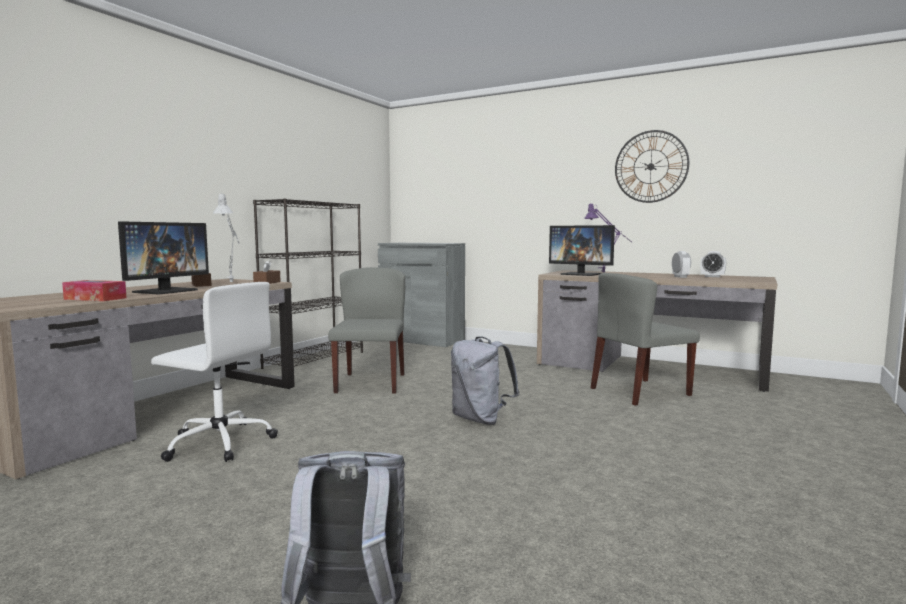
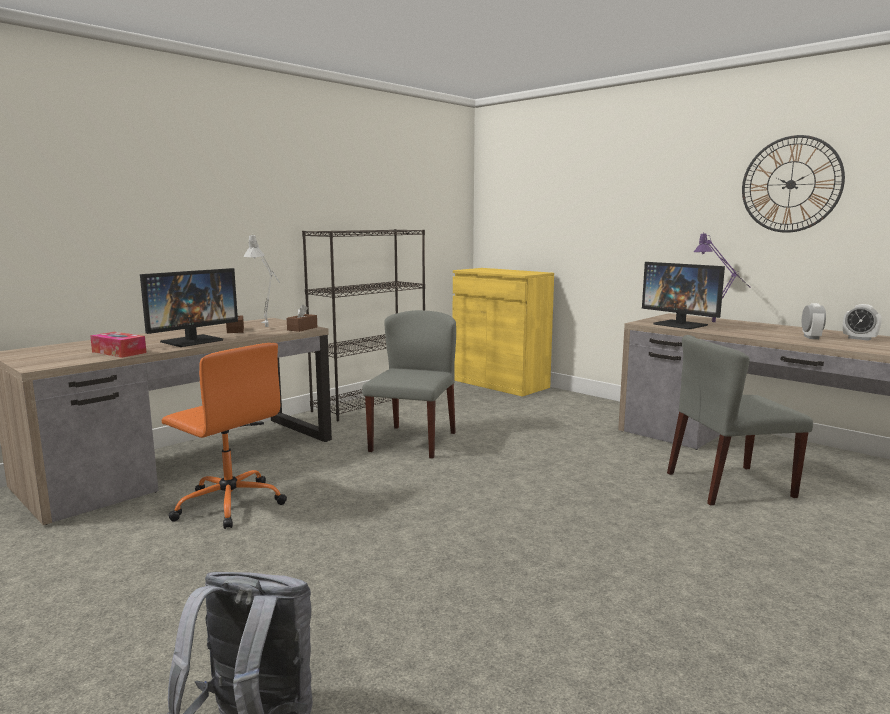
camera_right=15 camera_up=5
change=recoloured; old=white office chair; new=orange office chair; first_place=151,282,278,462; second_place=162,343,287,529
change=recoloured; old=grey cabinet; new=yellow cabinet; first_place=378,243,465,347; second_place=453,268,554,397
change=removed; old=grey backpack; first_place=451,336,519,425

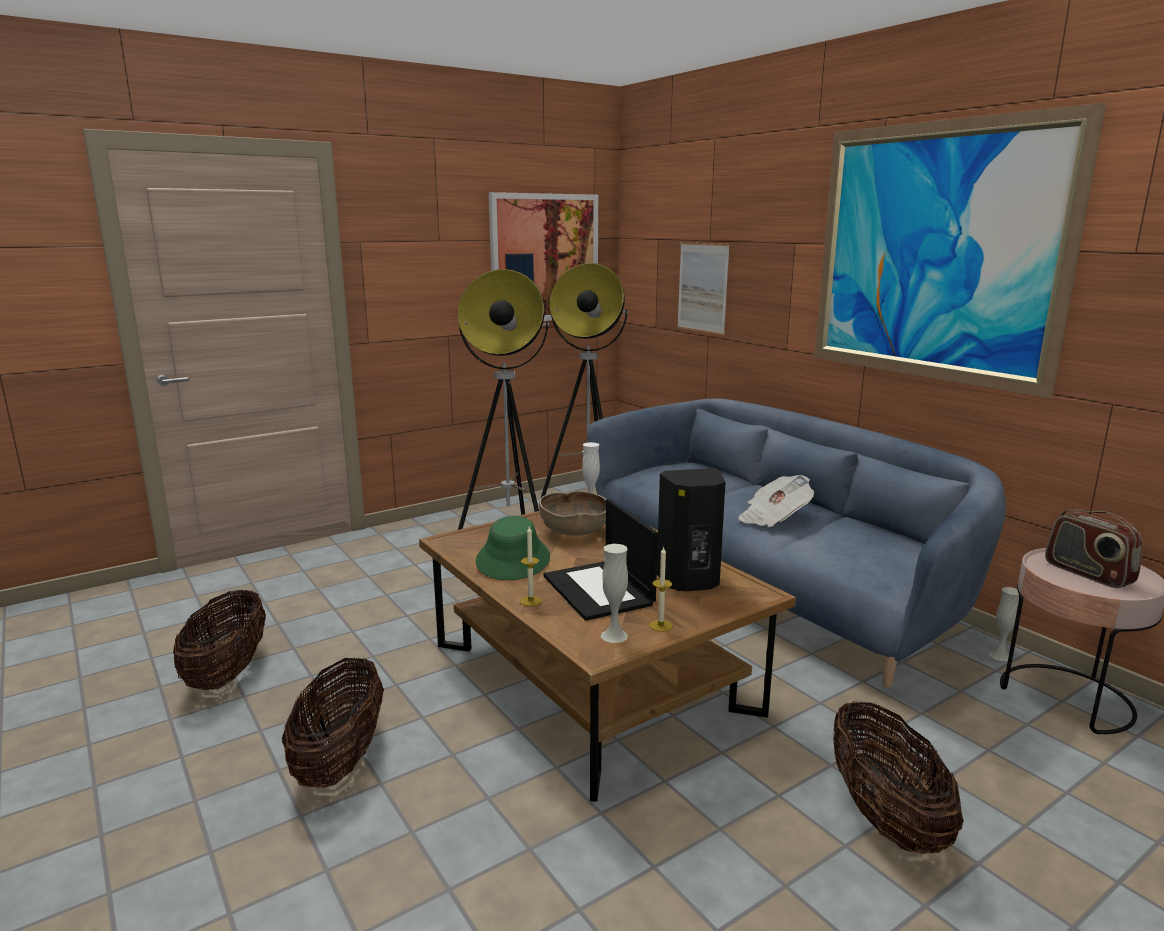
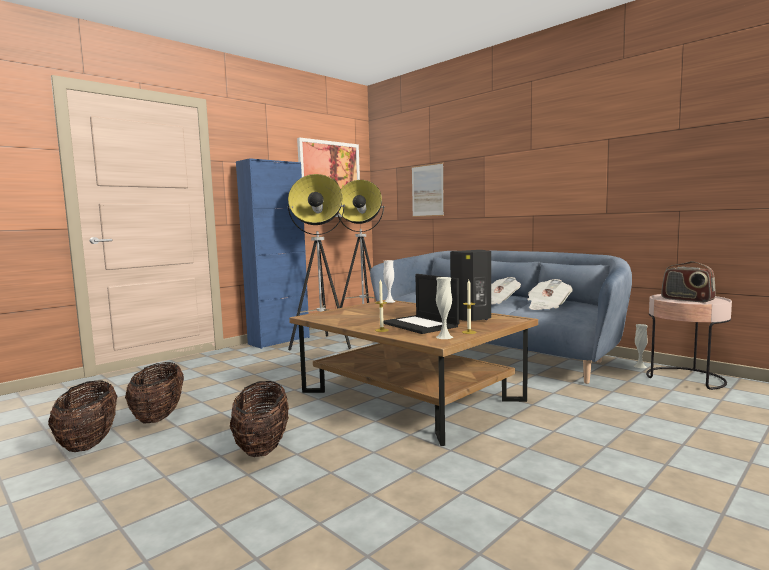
camera_right=-10 camera_up=-10
change=removed; old=green hat; first_place=476,516,550,580
change=removed; old=brown bowl; first_place=539,491,606,535
change=removed; old=picture; first_place=814,102,1106,399
change=moved; old=basket; first_place=833,701,964,854; second_place=48,380,117,452
change=added; new=blue cabinet; second_place=236,158,310,349
change=added; new=newspaper; second_place=527,279,573,310

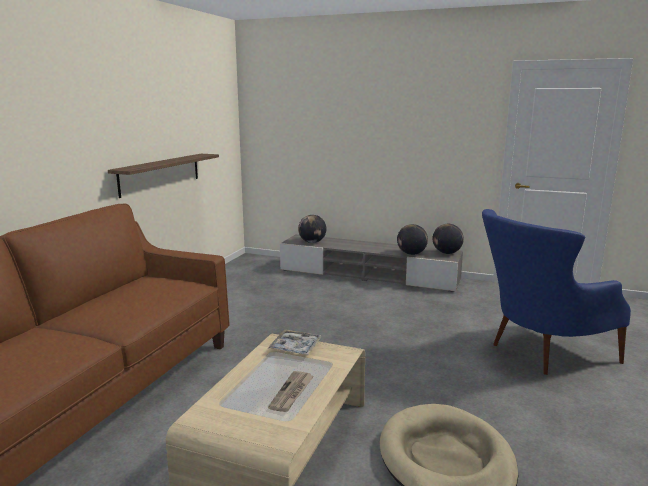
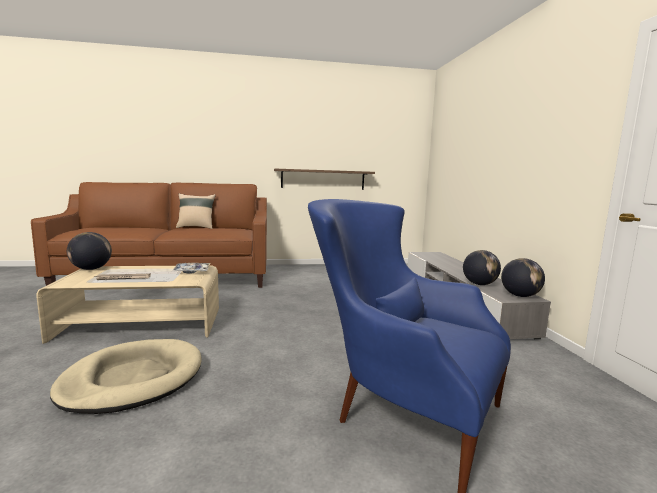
camera_right=60 camera_up=-5
change=moved; old=globe; first_place=298,215,326,243; second_place=67,232,112,270
change=added; new=beige pillow; second_place=176,193,216,229

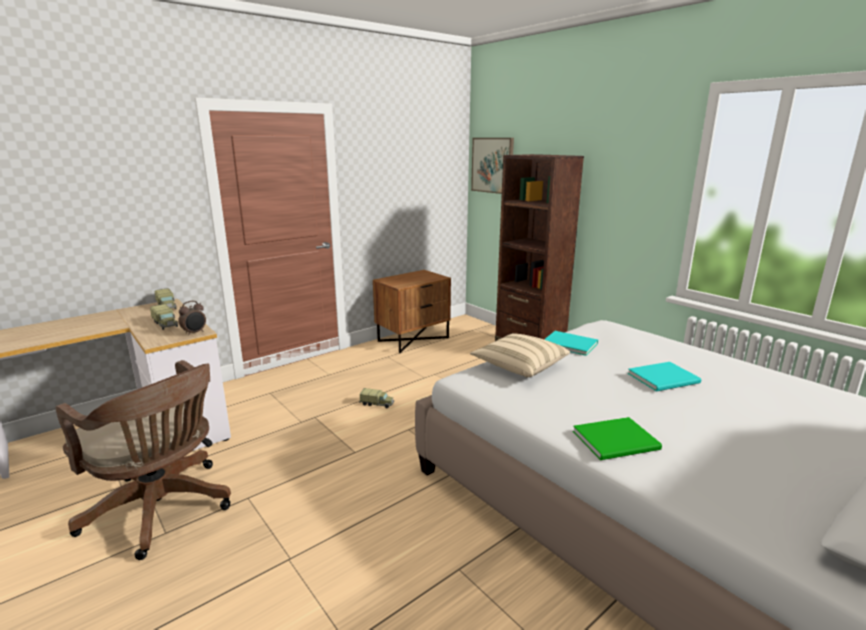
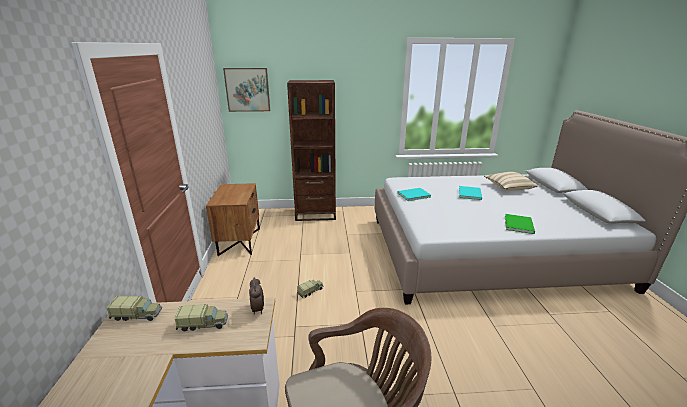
camera_right=-55 camera_up=5
change=moved; old=beige pillow; first_place=470,333,570,377; second_place=484,172,538,190

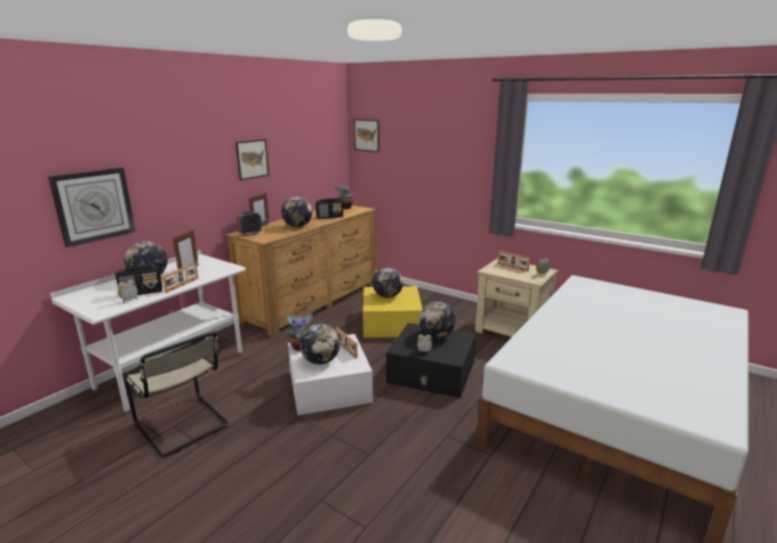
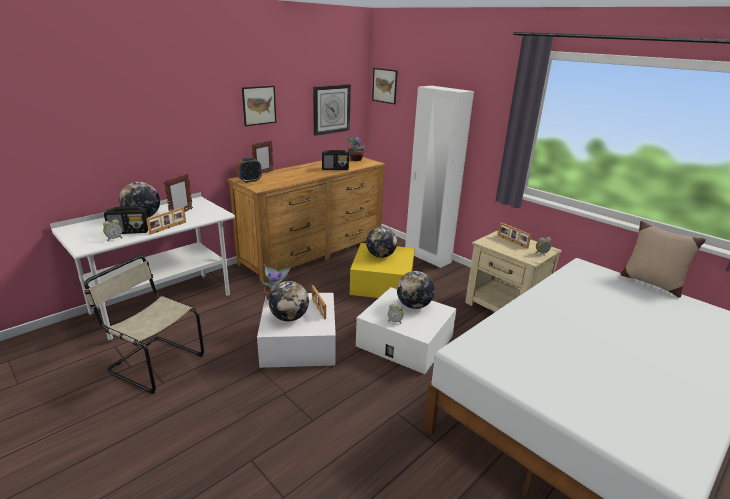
camera_right=10 camera_up=5
change=moved; old=wall clock; first_place=48,167,136,248; second_place=313,84,351,136
change=turned; old=beige chair; first_place=124,331,228,457; second_place=84,256,204,394; degrees=150
change=removed; old=globe; first_place=281,196,312,227
change=recoloured; old=black storage box; new=white storage box; first_place=386,323,476,398; second_place=356,288,456,374
change=added; new=white wardrobe; second_place=405,86,474,268
change=added; new=beige pillow; second_place=621,221,706,298

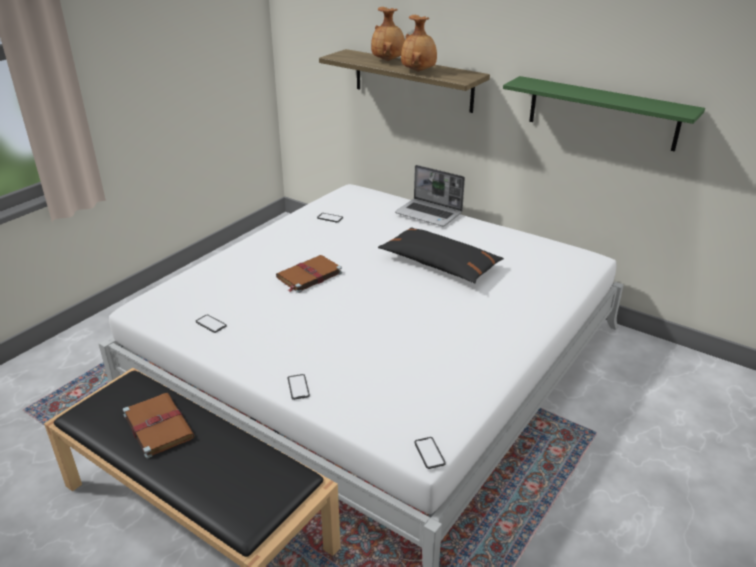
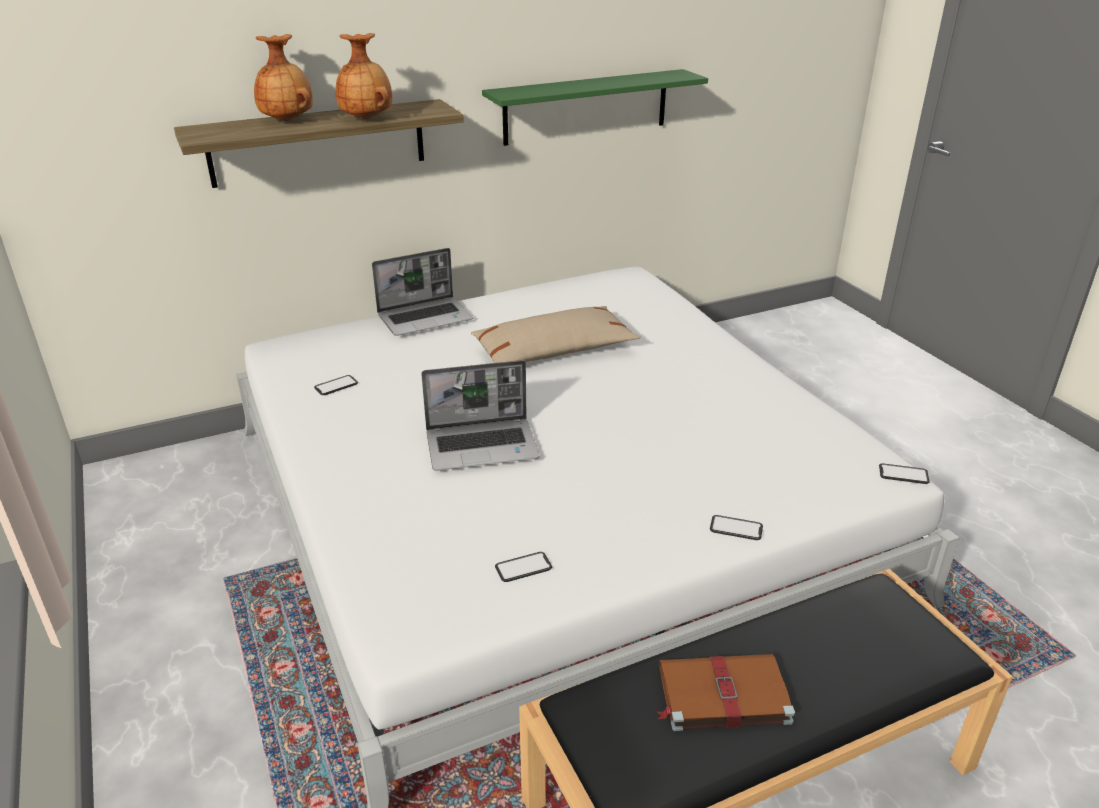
camera_right=-60 camera_up=0
change=replaced; old=brown book; new=laptop; first_place=276,255,342,293; second_place=421,360,540,471
change=recoloured; old=black pillow; new=beige pillow; first_place=378,227,504,283; second_place=471,306,641,363

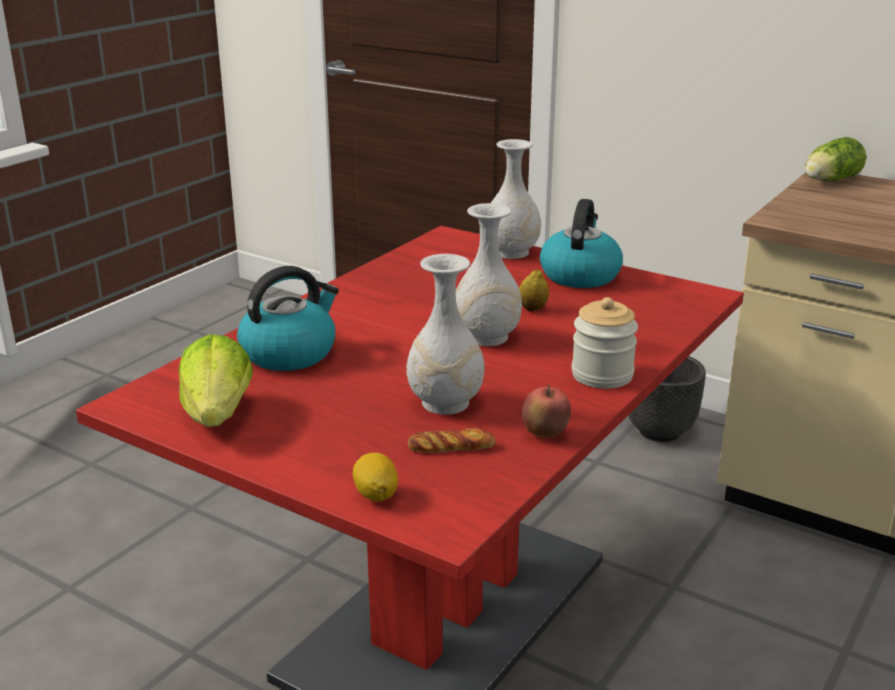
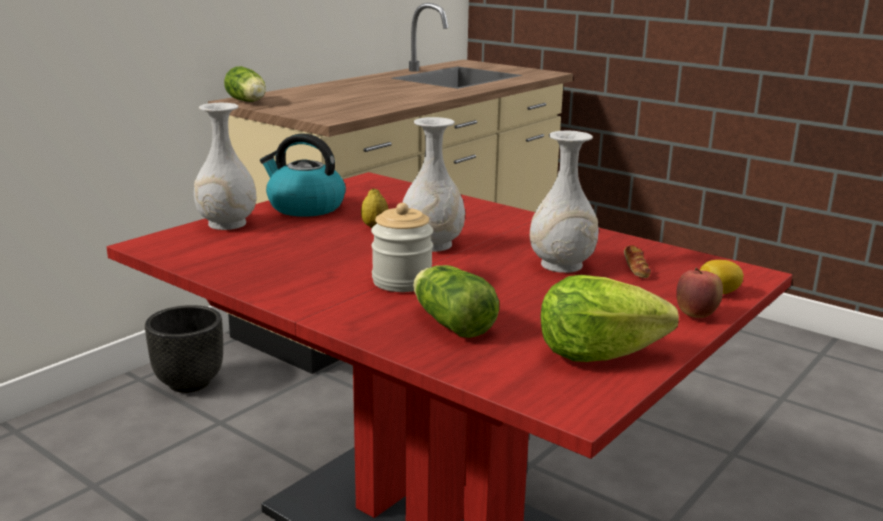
camera_right=-85 camera_up=-5
change=replaced; old=kettle; new=lettuce; first_place=237,266,339,371; second_place=413,265,499,338
change=moved; old=apple; first_place=522,385,571,437; second_place=676,268,723,318
change=moved; old=jar; first_place=572,297,638,389; second_place=371,203,433,292

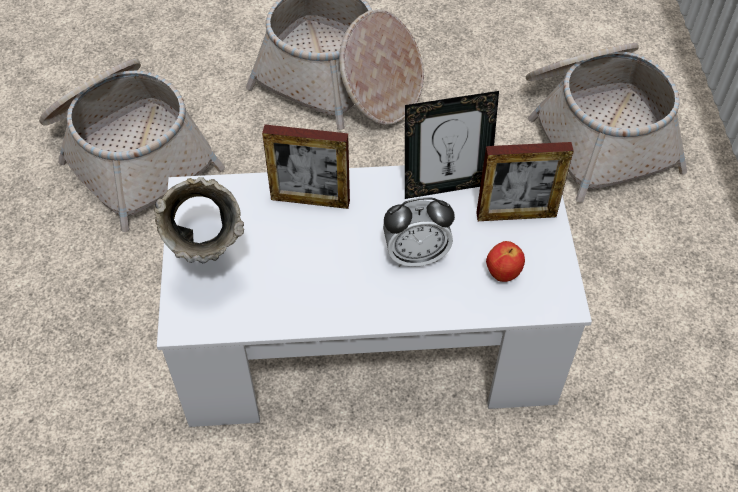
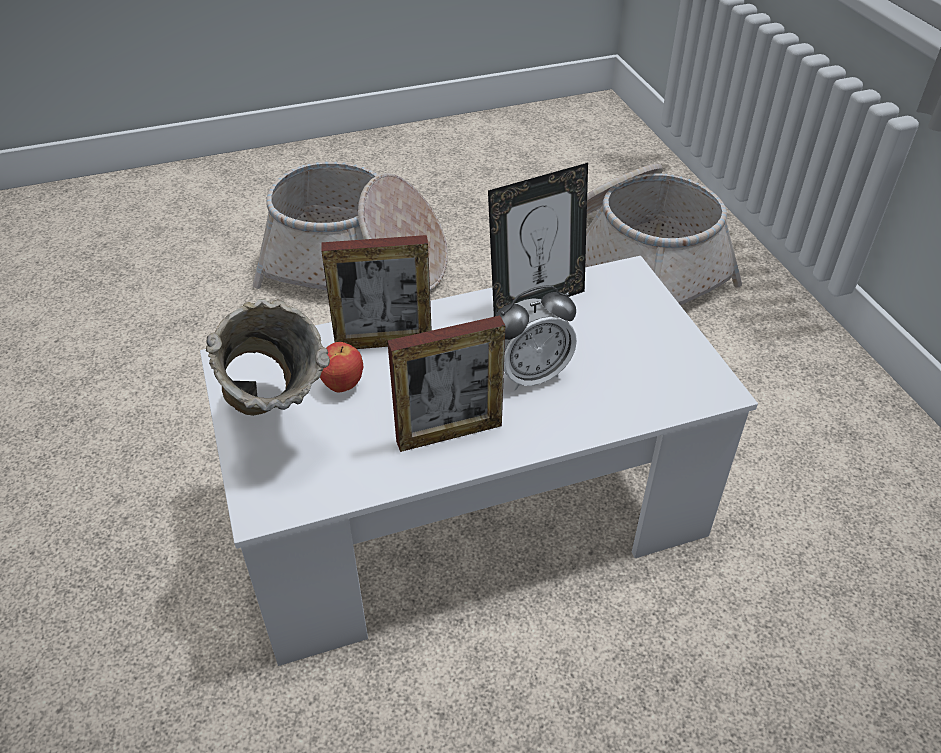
camera_right=-15 camera_up=-10
change=removed; old=basket; first_place=39,59,225,232
change=moved; old=picture frame; first_place=476,142,573,221; second_place=387,315,505,452
change=moved; old=apple; first_place=486,241,525,282; second_place=320,342,363,392

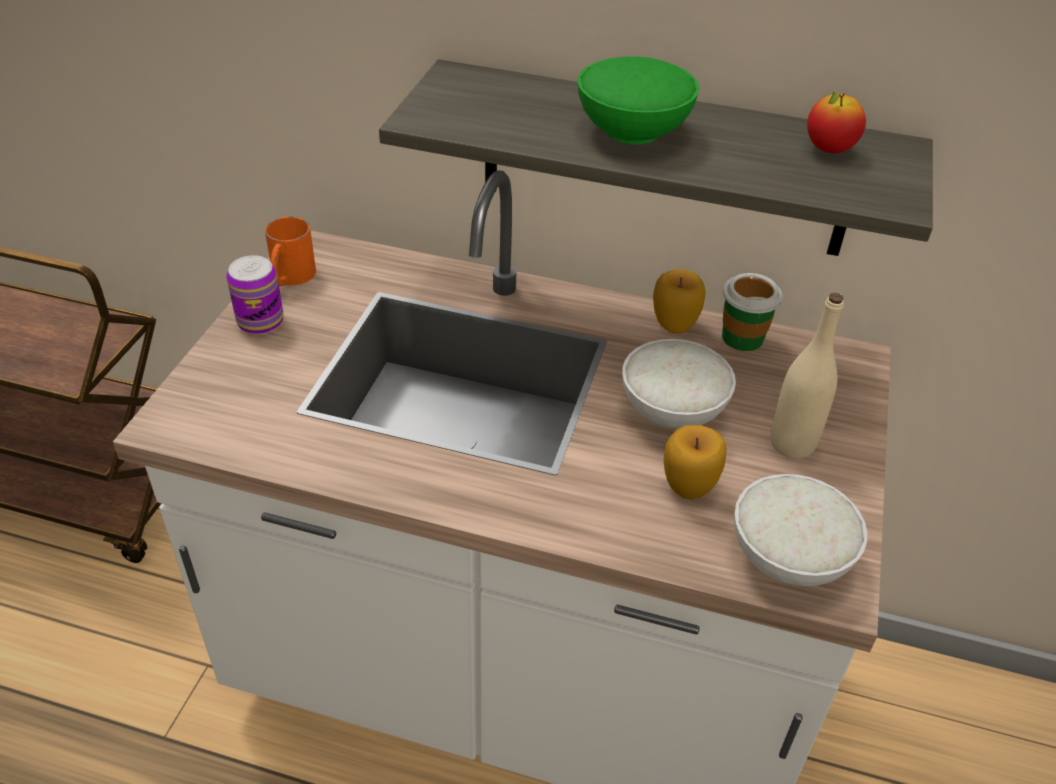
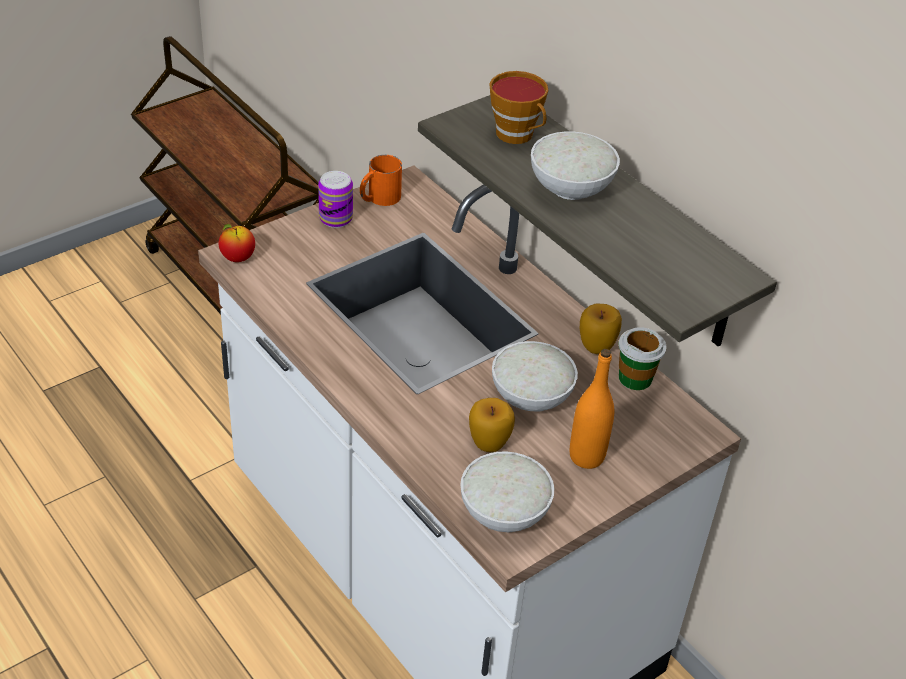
camera_right=35 camera_up=0
change=recoloured; old=green bowl; new=white bowl; first_place=578,56,699,144; second_place=531,132,620,200
change=recoloured; old=beige bottle; new=orange bottle; first_place=771,293,844,459; second_place=570,349,614,469
change=moved; old=apple; first_place=807,91,866,153; second_place=219,224,255,262
change=added; new=cup; second_place=490,71,549,144

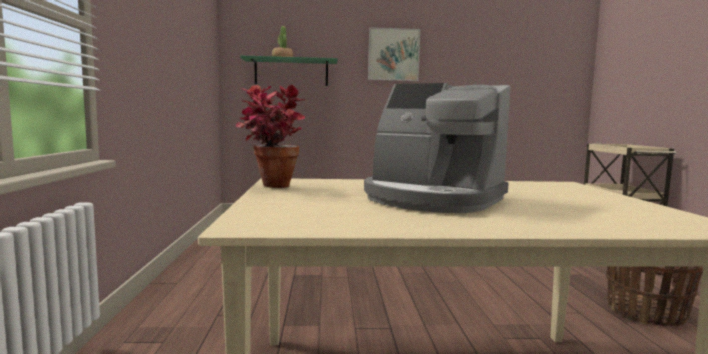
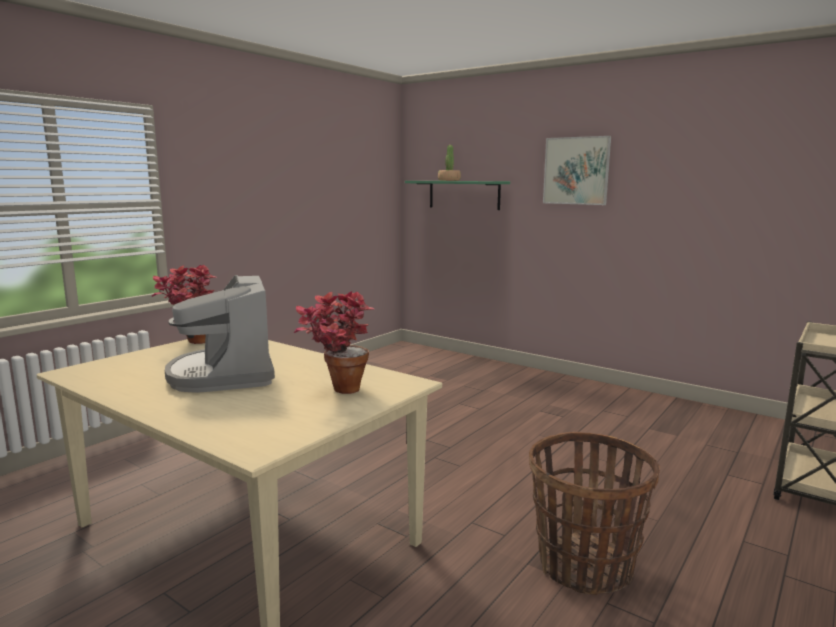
camera_right=40 camera_up=5
change=added; new=potted plant; second_place=293,291,374,394

